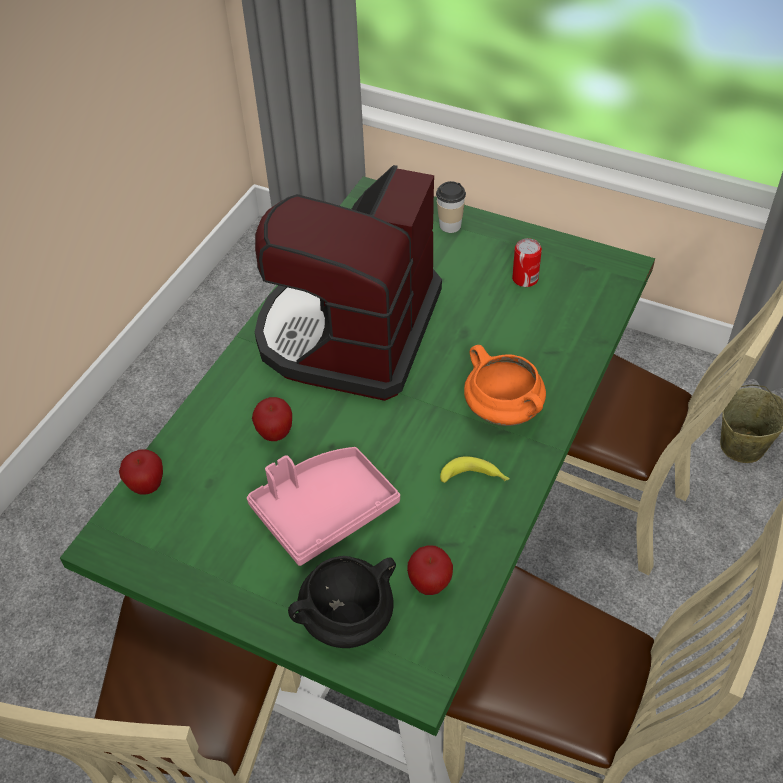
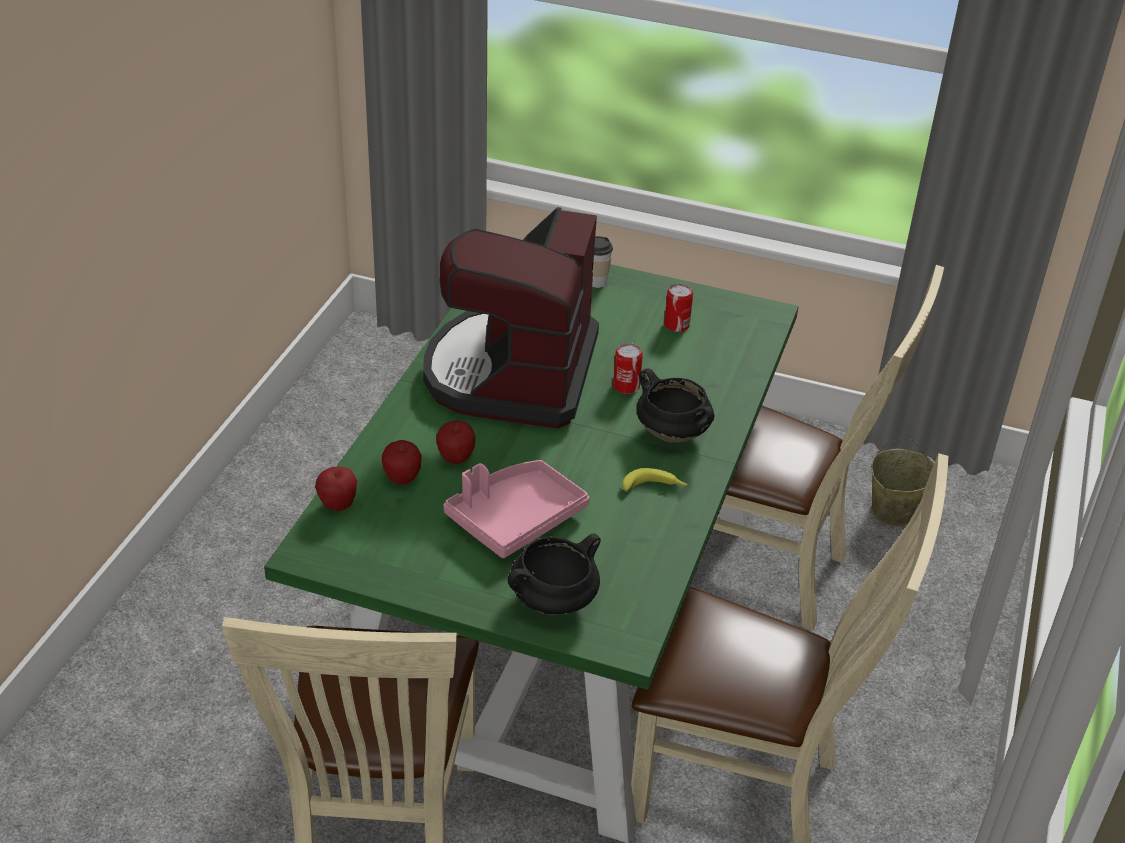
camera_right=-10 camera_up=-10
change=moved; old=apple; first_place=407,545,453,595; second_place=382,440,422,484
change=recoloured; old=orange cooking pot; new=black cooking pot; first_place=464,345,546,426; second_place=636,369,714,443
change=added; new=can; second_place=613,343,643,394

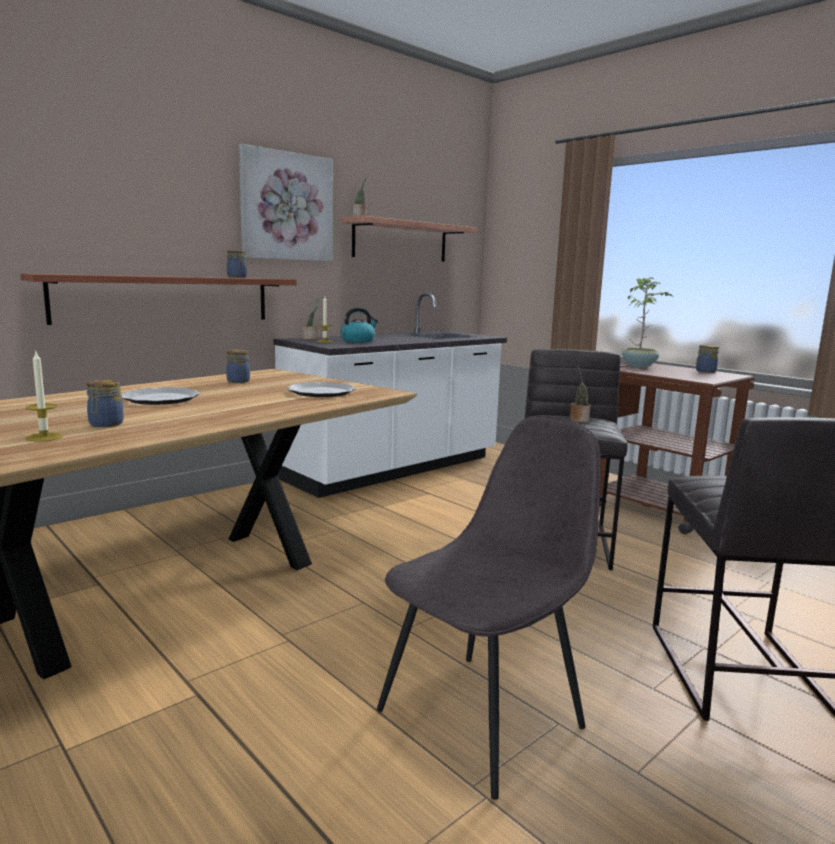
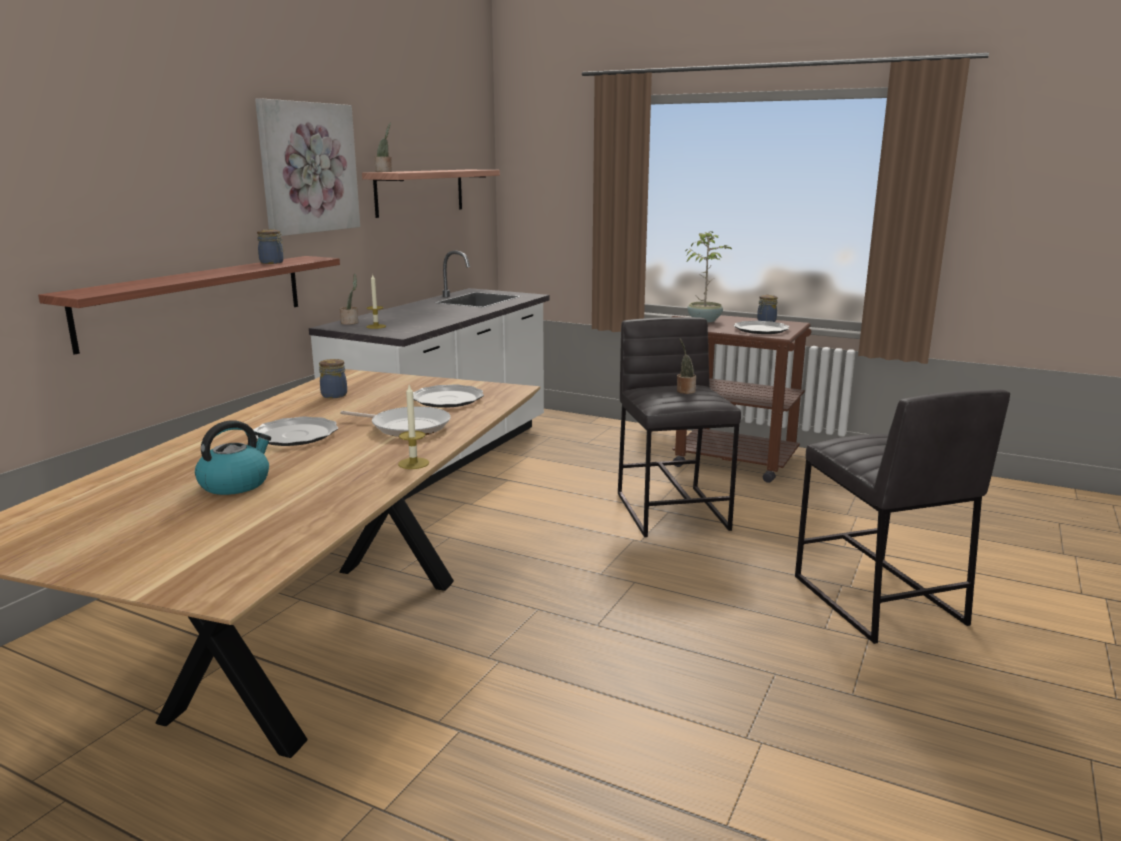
camera_right=-20 camera_up=5
change=moved; old=candle; first_place=25,352,63,442; second_place=398,385,429,469
change=removed; old=jar; first_place=87,379,124,427
change=moved; old=kettle; first_place=341,308,379,342; second_place=195,420,271,495
change=removed; old=grey chair; first_place=377,415,601,800
change=added; new=frying pan; second_place=340,406,451,437
change=added; new=plate; second_place=734,321,790,334

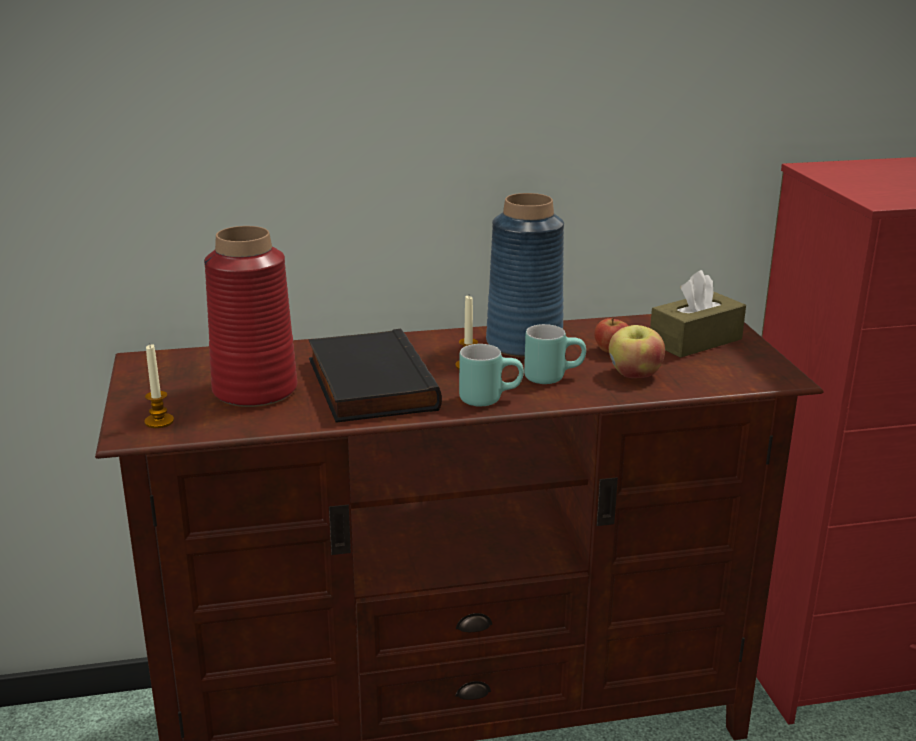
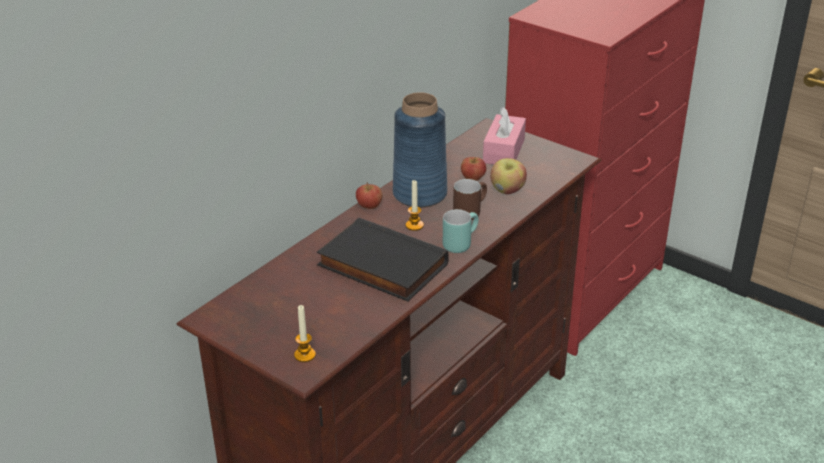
camera_right=-40 camera_up=10
change=removed; old=red vase; first_place=204,226,297,407
change=recoloured; old=turquoise mug; new=brown mug; first_place=524,324,586,384; second_place=453,179,487,220
change=recoloured; old=brown tissue box; new=pink tissue box; first_place=650,270,746,358; second_place=483,106,526,165
change=added; new=apple; second_place=356,183,382,209

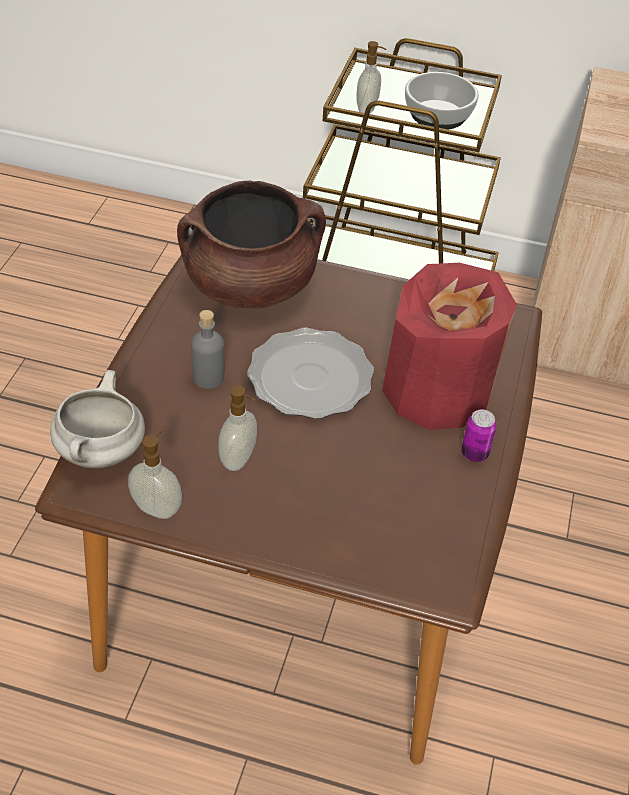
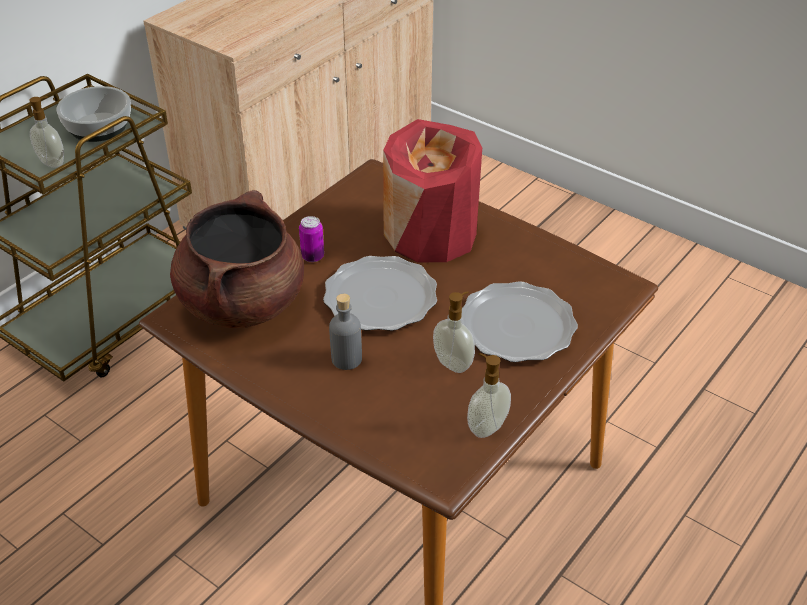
camera_right=-65 camera_up=-5
change=removed; old=white cooking pot; first_place=50,370,145,468
change=moved; old=can; first_place=461,409,497,462; second_place=299,216,324,262
change=added; new=plate; second_place=462,281,578,362

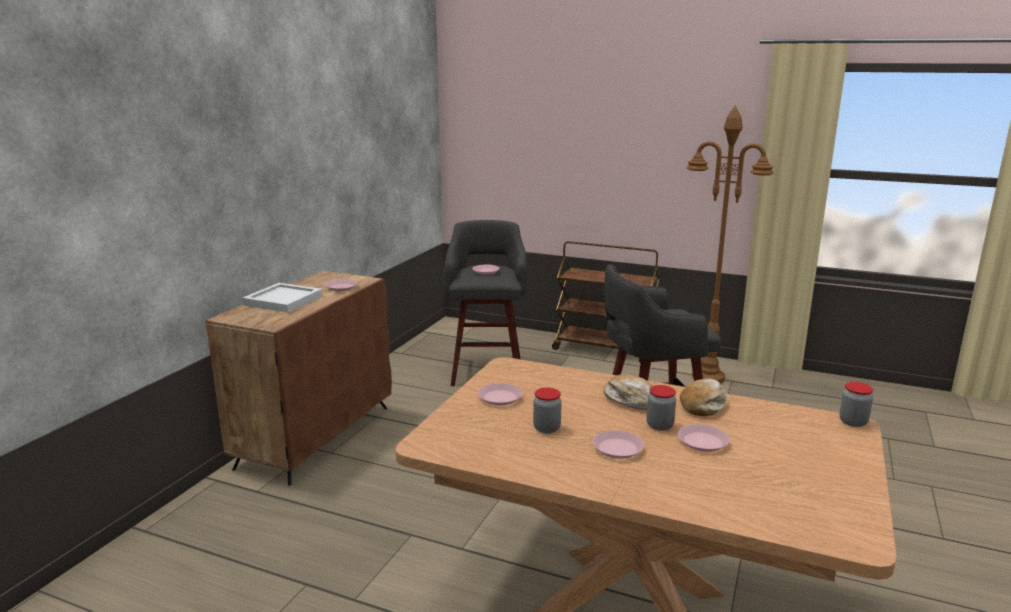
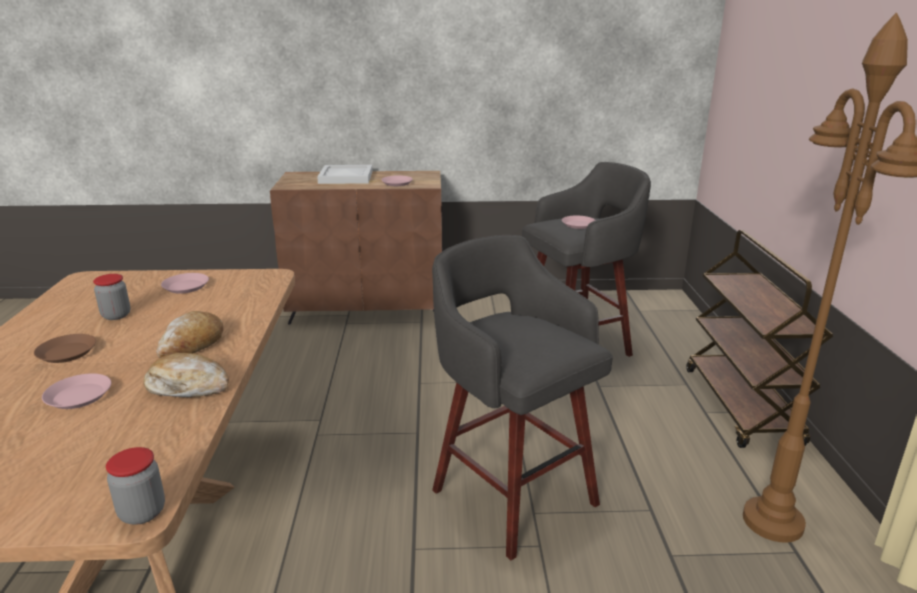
camera_right=65 camera_up=5
change=recoloured; old=pink plate; new=brown plate; first_place=593,430,644,459; second_place=34,334,96,363
change=removed; old=jar; first_place=647,385,676,431

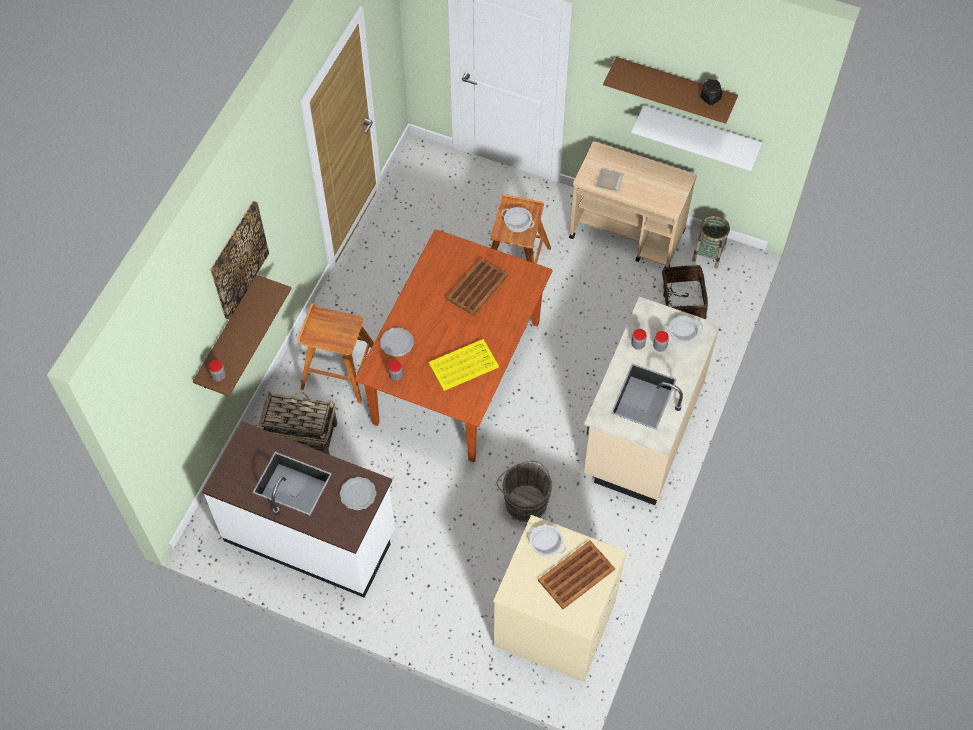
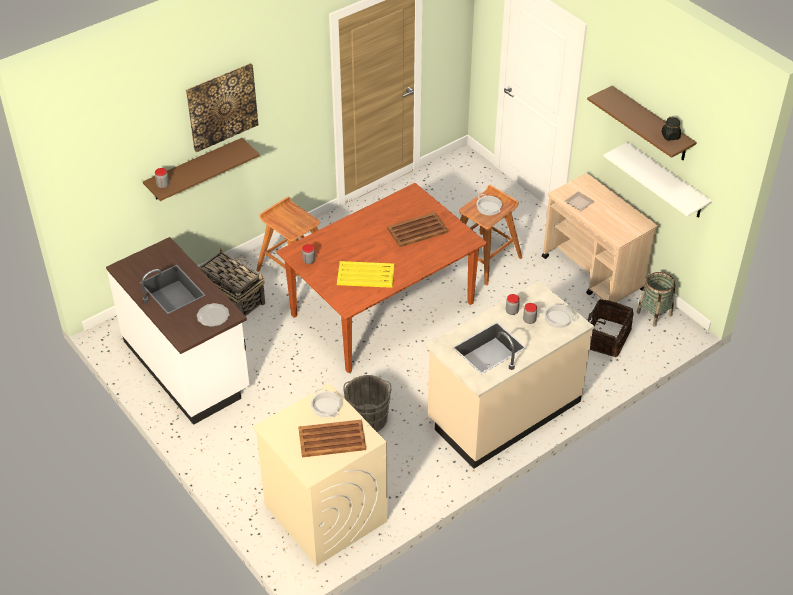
camera_right=30 camera_up=-15
change=removed; old=plate; first_place=380,328,414,357

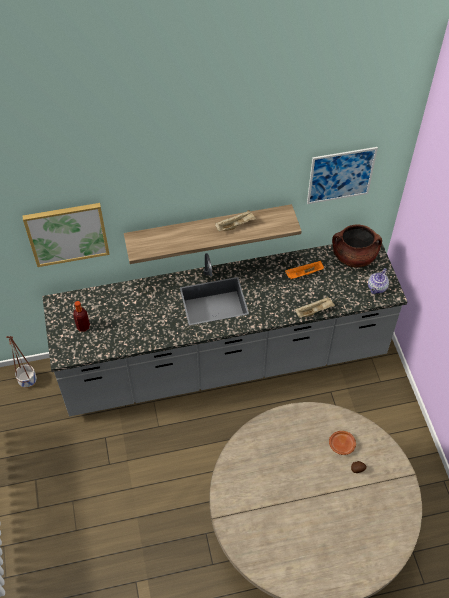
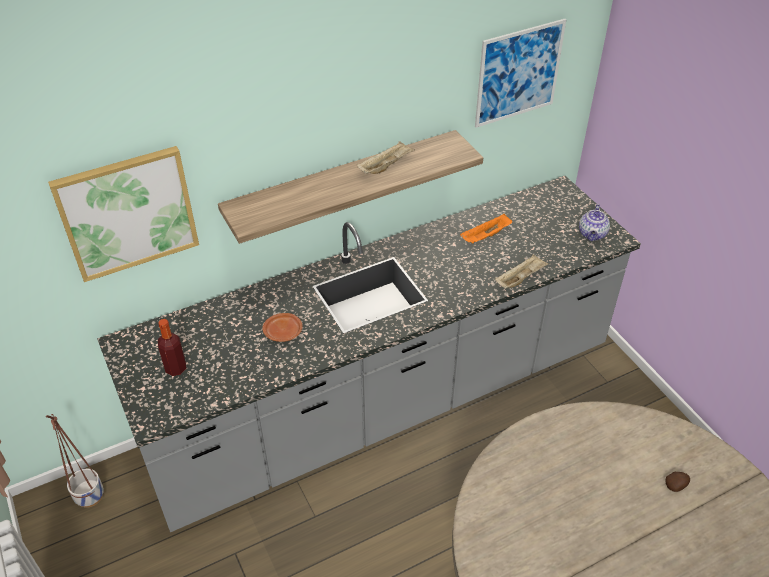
camera_right=-15 camera_up=-10
change=moved; old=brown plate; first_place=329,431,356,455; second_place=262,313,302,342
change=removed; old=brown cooking pot; first_place=332,224,382,268

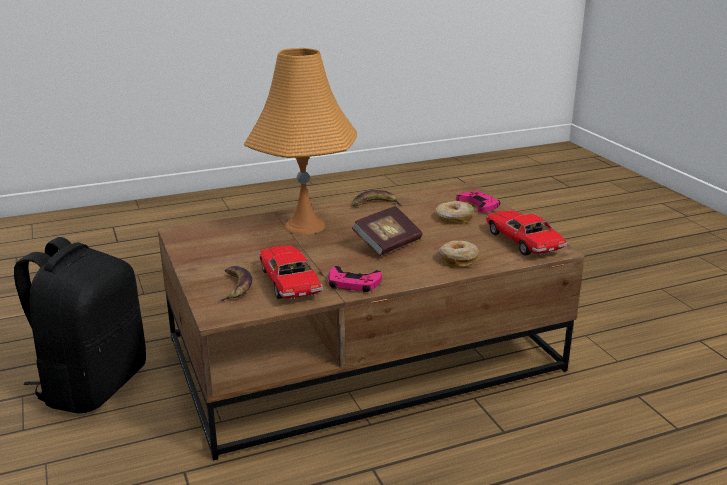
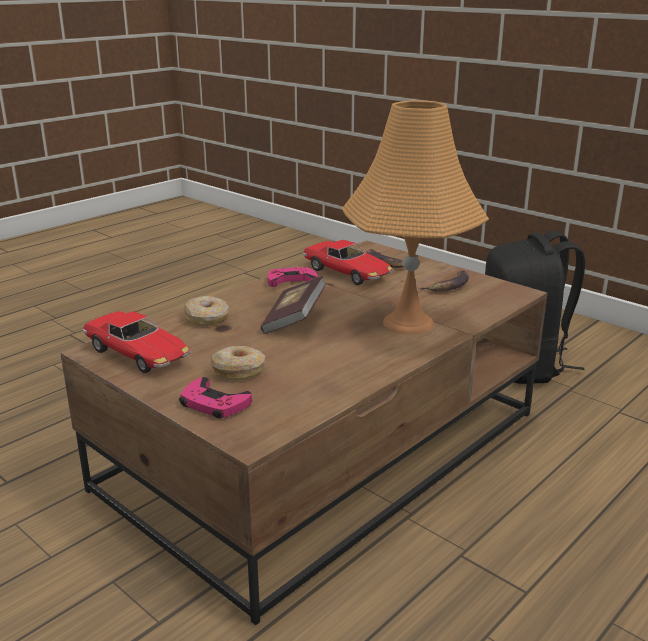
camera_right=155 camera_up=0
change=moved; old=banana; first_place=352,190,402,207; second_place=418,270,469,292

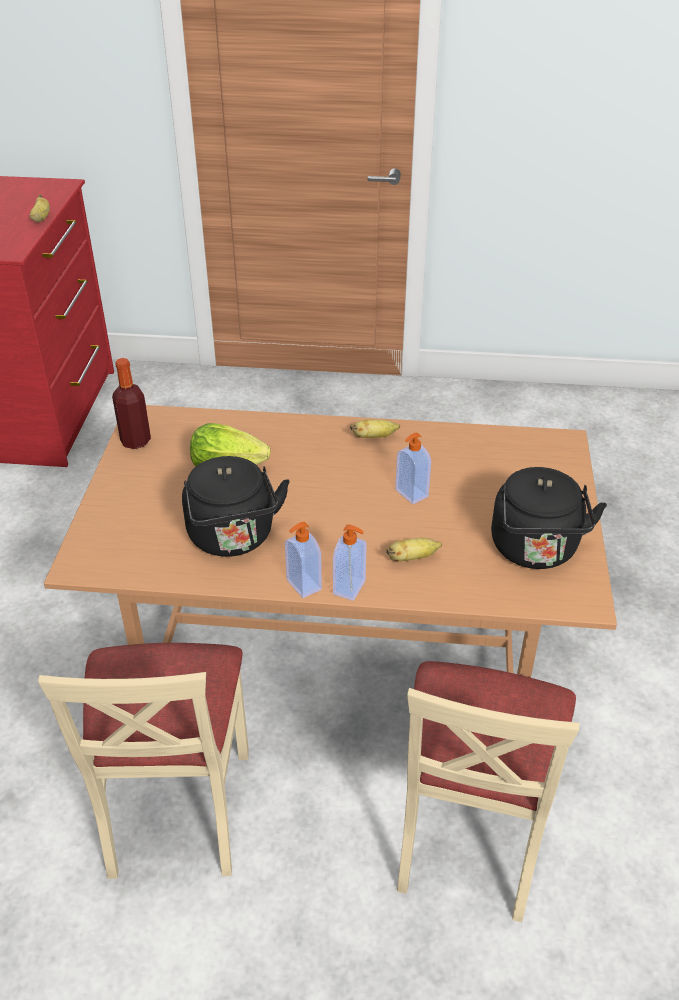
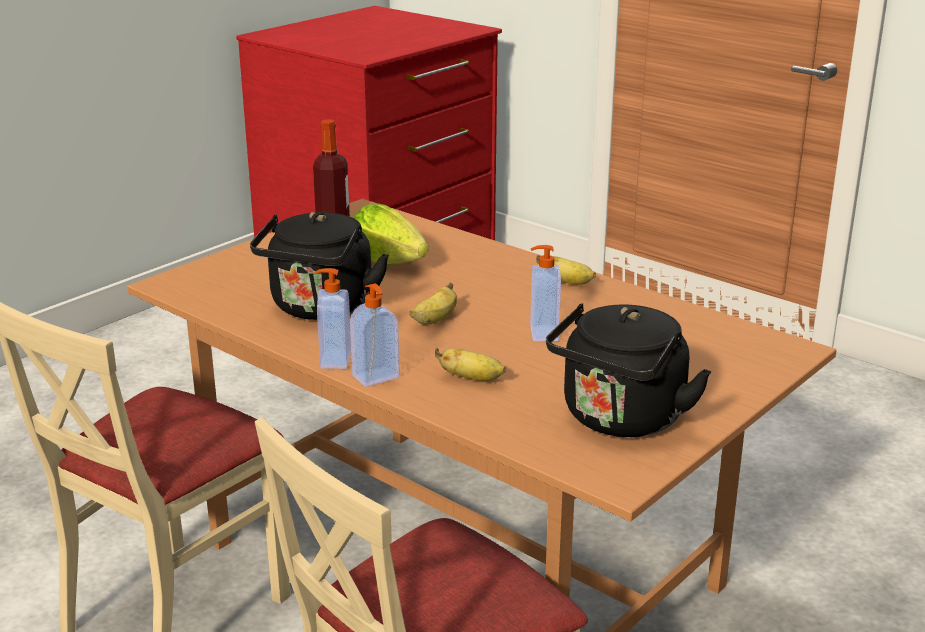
camera_right=35 camera_up=-15
change=moved; old=banana; first_place=29,194,50,222; second_place=409,282,457,325

